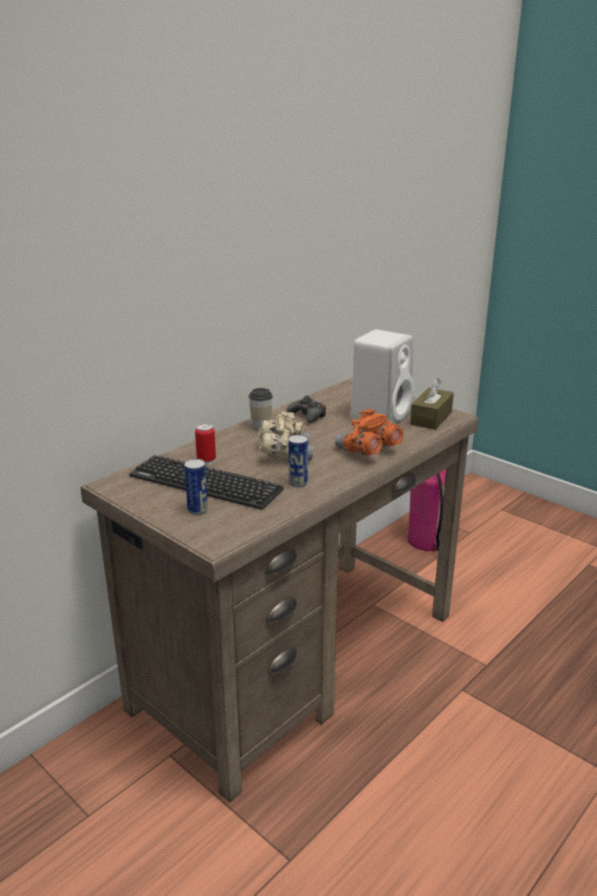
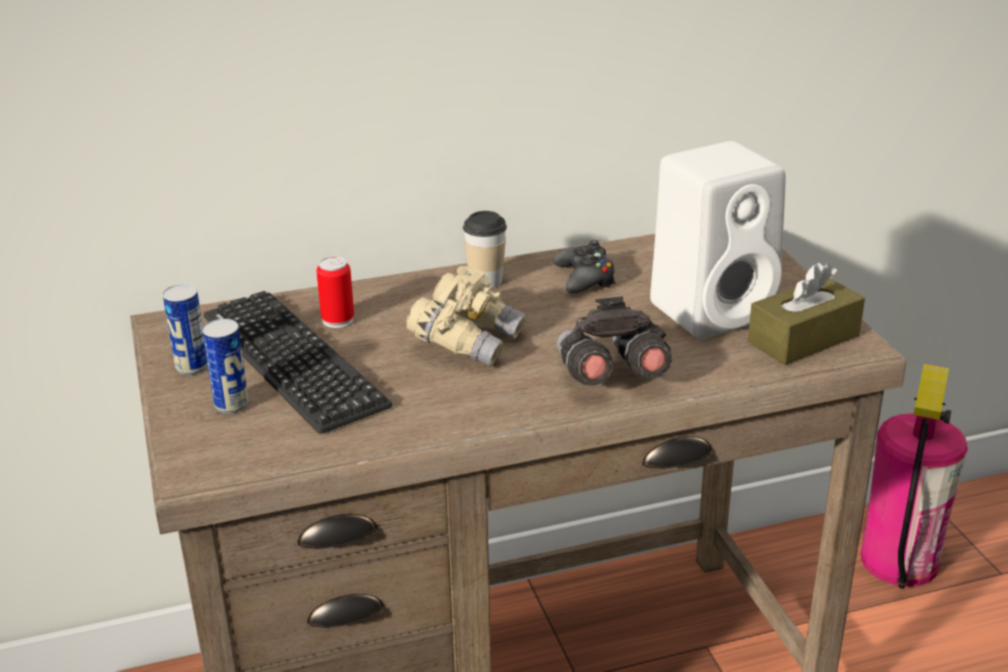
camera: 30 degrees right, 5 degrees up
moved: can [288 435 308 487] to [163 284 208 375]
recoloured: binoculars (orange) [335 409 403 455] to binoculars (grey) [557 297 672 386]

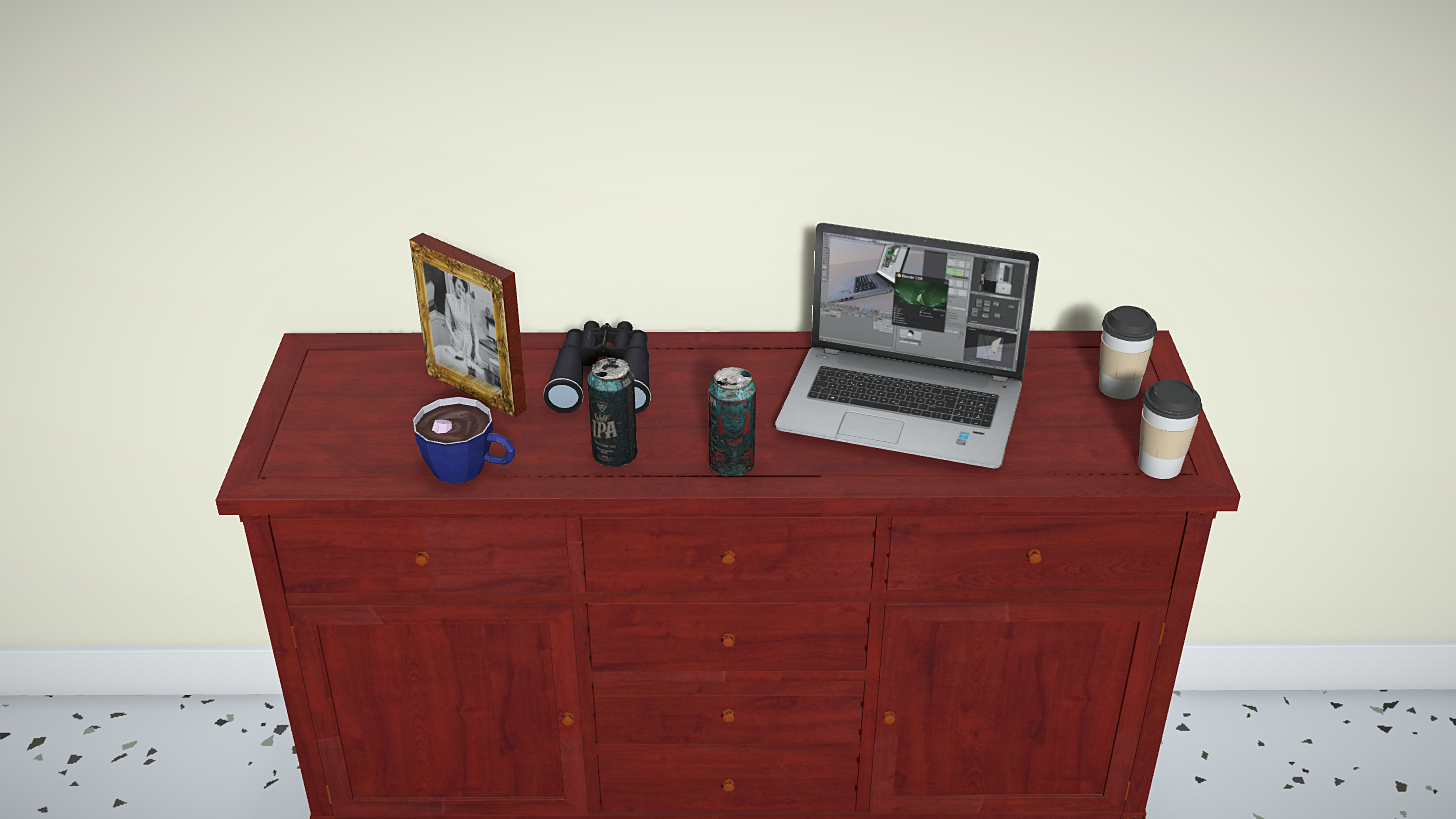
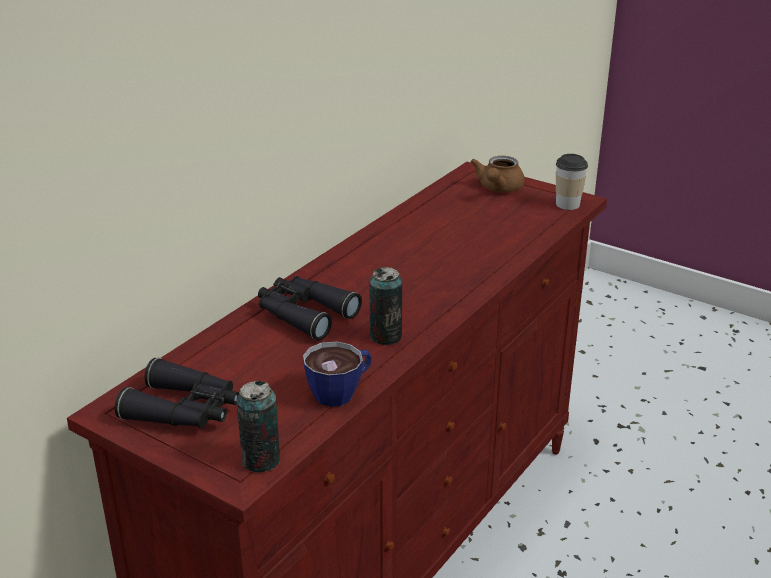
camera: 55 degrees left, 5 degrees down
removed: picture frame [409 233 527 417]; laptop [775 223 1039 469]
added: binoculars (black) [115 358 239 428]
moved: can [708 367 756 476] to [236 381 280 473]
replaced: cup [1099 306 1157 400] to teapot (brown) [470 156 525 192]

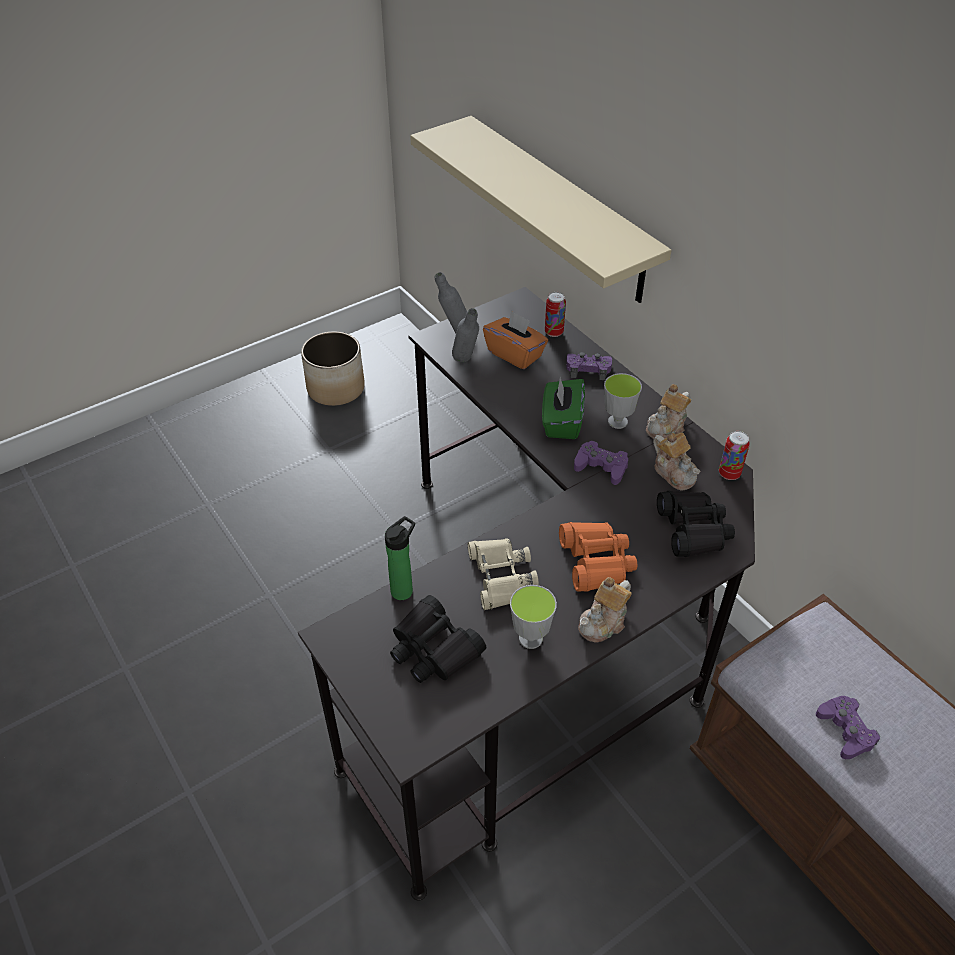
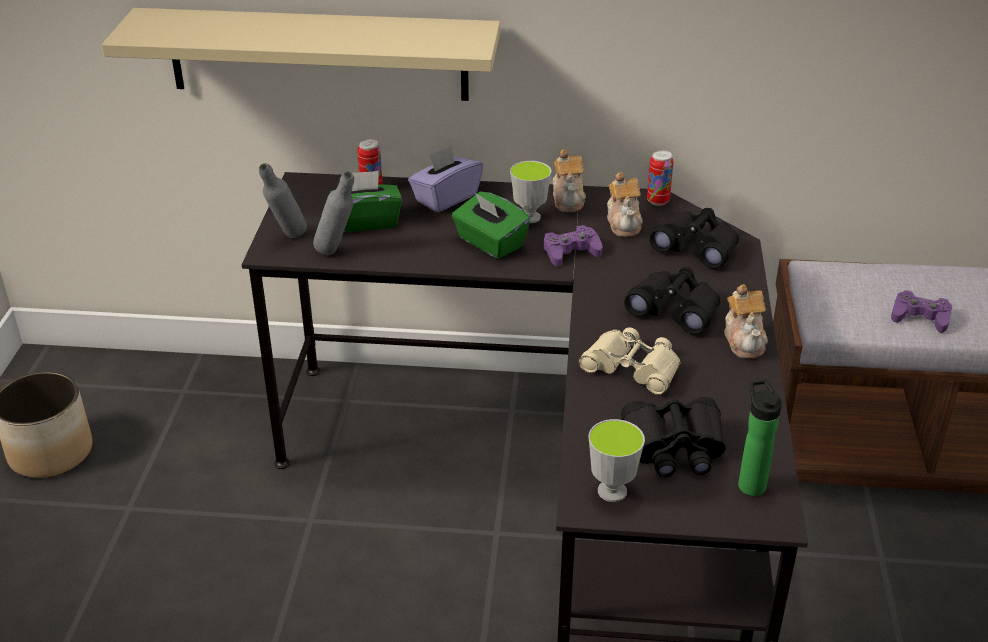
camera: 50 degrees left, 10 degrees down
moved: bottle [385 516 415 600] to [738 380 782 496]; cup [510 585 557 649] to [588 419 645 502]
replaced: game controller (purple) [566 352 612 380] to tissue box (purple) [408 145 483 212]
recoloured: tissue box (orange) [483 310 548 369] to tissue box (green) [330 171 402 232]; binoculars (orange) [559 522 637 592] to binoculars (black) [624 267 720 335]
turned: teapot [653 432 700 490] = [607 172 643 237] 75 degrees clockwise

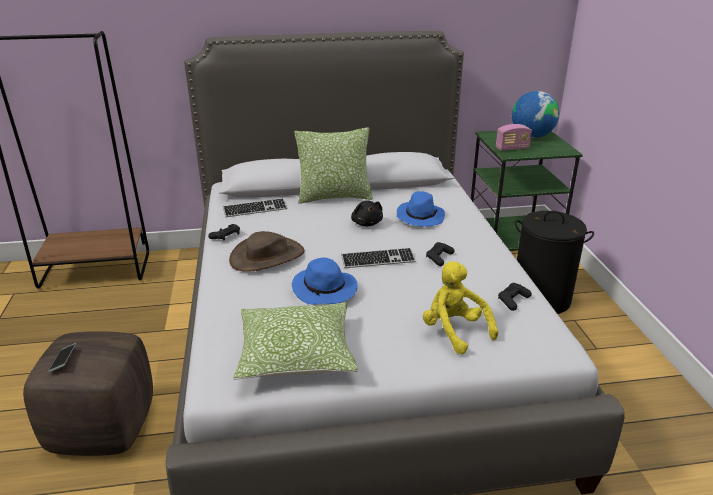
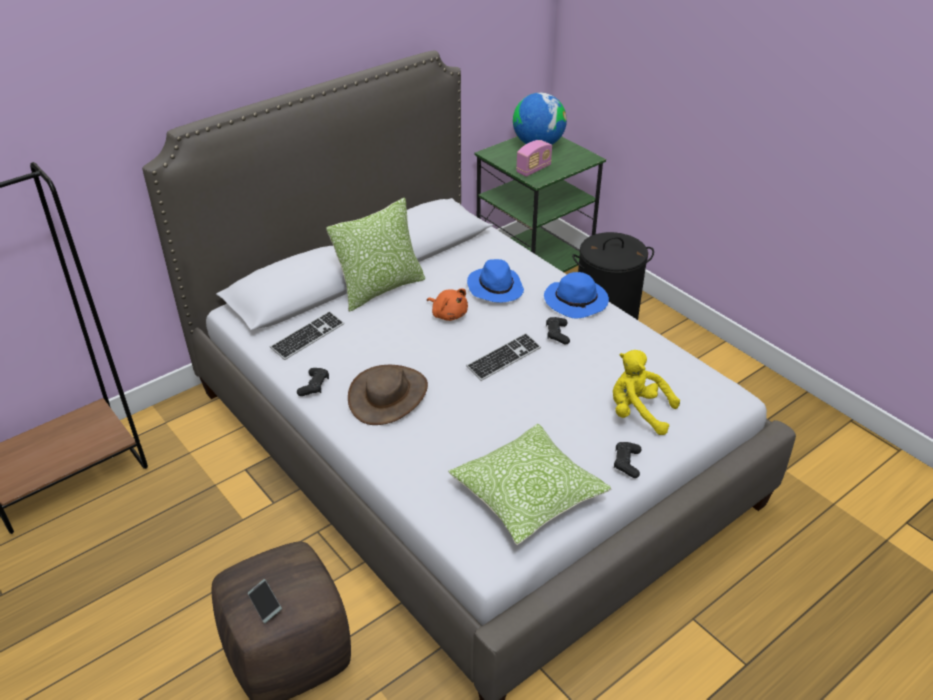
camera: 30 degrees left, 10 degrees up
moved: hat (blue) [292 257 358 304] to [544 272 609 318]; game controller (black) [498 283 532 311] to [614 442 642 478]
recoloured: plush toy (black) [351 200 383 226] to plush toy (orange) [427 289 468 321]

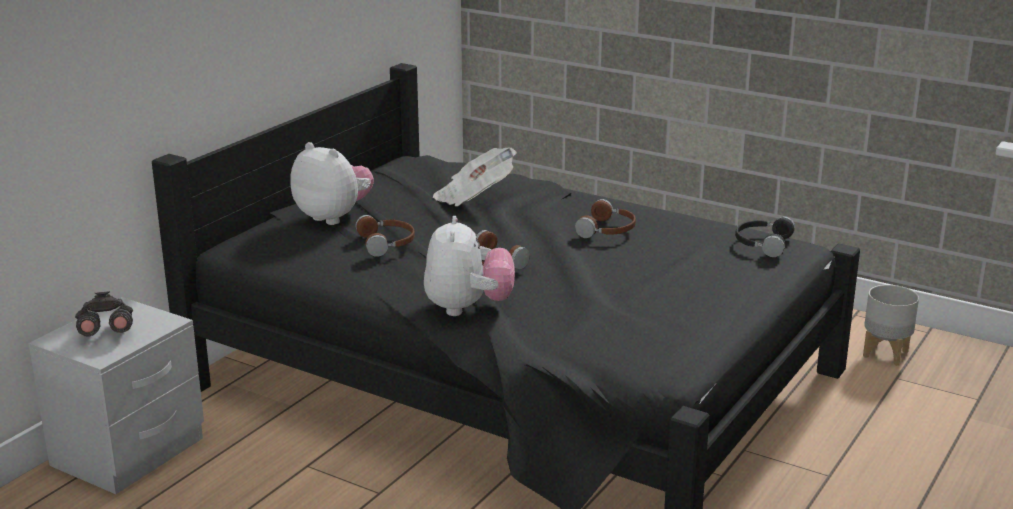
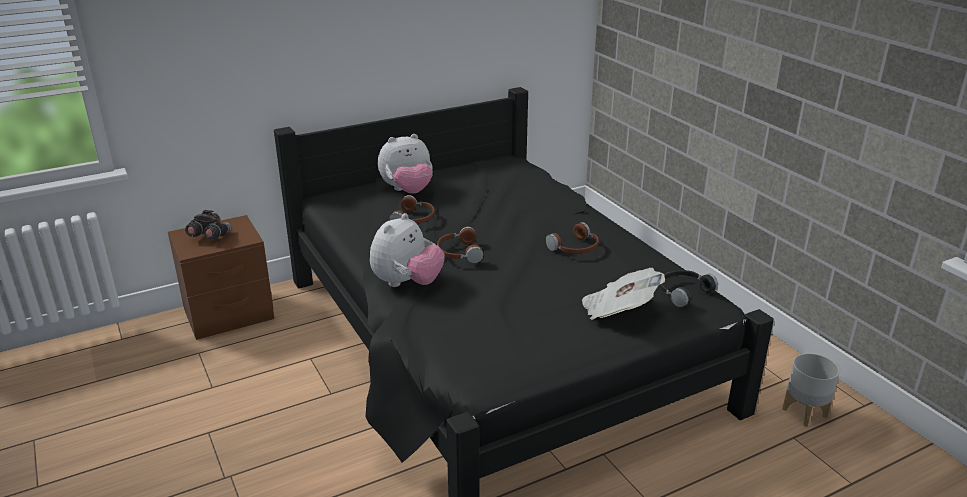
camera: 30 degrees right, 5 degrees up
moved: newspaper [433 148 517 206] to [582 268 665 320]
recoloured: nightstand (grey) [29 297 204 494] to nightstand (brown) [168 215 274 340]
turned: plush toy [291 142 374 225] = [378 134 433 194] 90 degrees clockwise

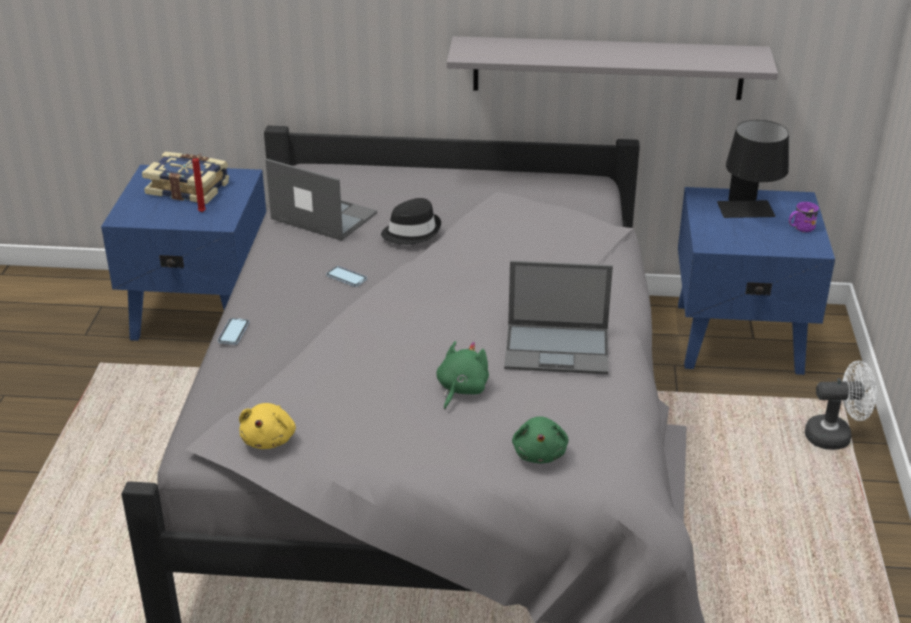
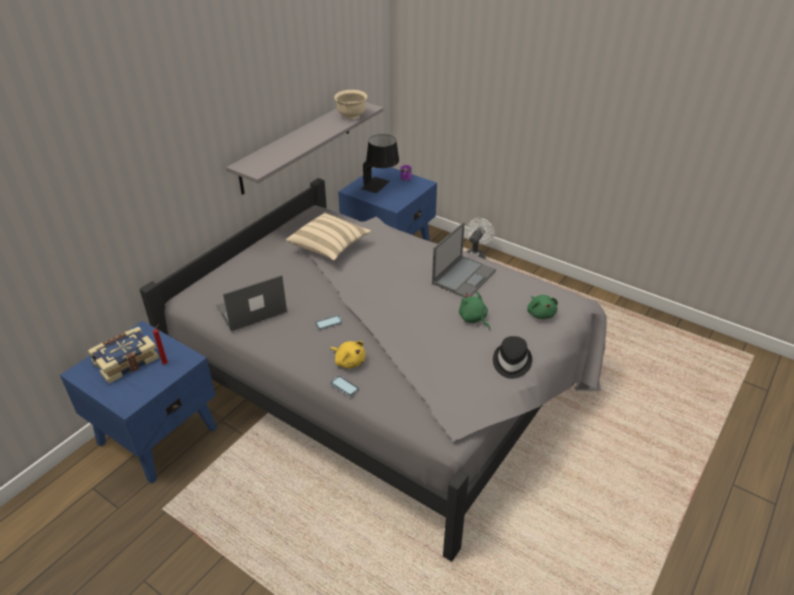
camera: 60 degrees left, 5 degrees up
added: pillow (beige) [286 213 371 261]; bowl (beige) [334 90 367 119]
moved: plush toy (yellow) [239 403 296 449] to [330 341 365 369]; hat (black) [381 198 441 245] to [493 336 532 379]
turned: plush toy (green) [512 416 569 464] = [527 295 558 319] 45 degrees clockwise

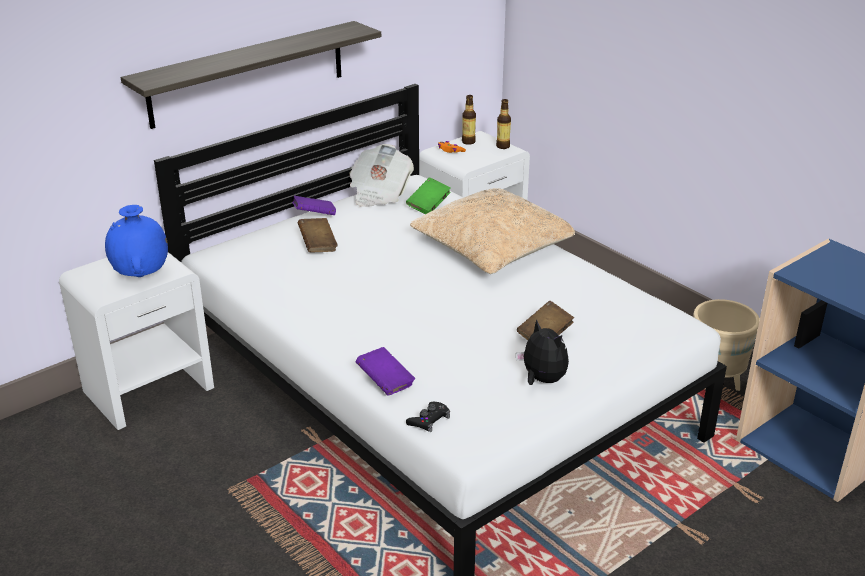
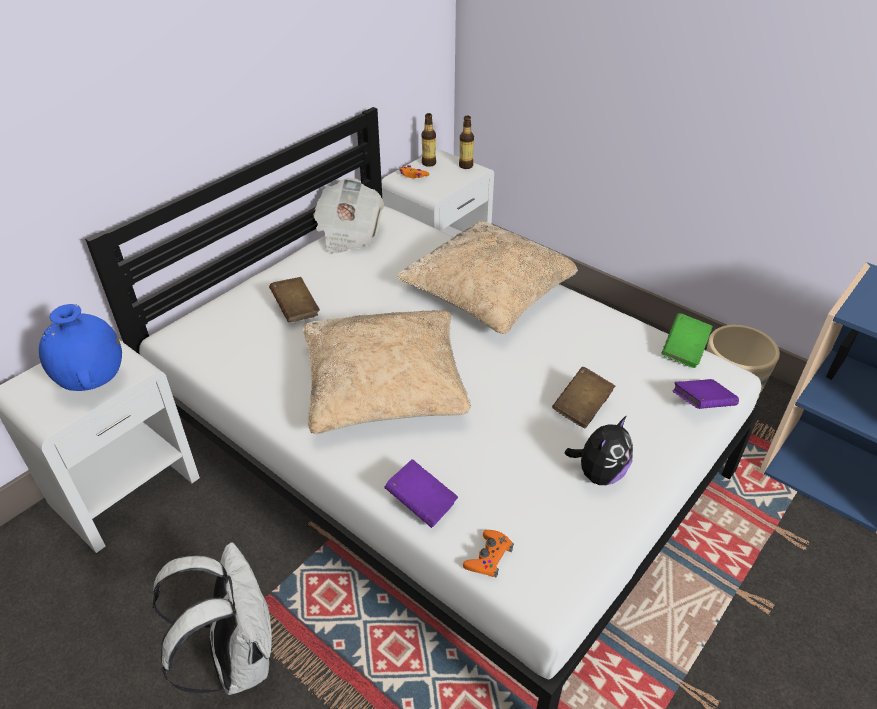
camera: 10 degrees left, 10 degrees up
removed: shelf [121 21 381 129]
added: backpack (white) [152 543 272 695]; pillow (beige) [303 310 471 434]
moved: book (purple) [292 196 336 215] to [672 379 739 409]; book (green) [406 178 451 214] to [661 313 713 368]
recoloured: game controller (black) [406 402 450 432] to game controller (orange) [463 530 514 577]
turned: plush toy [516 319 569 385] = [564 416 633 485] 90 degrees clockwise

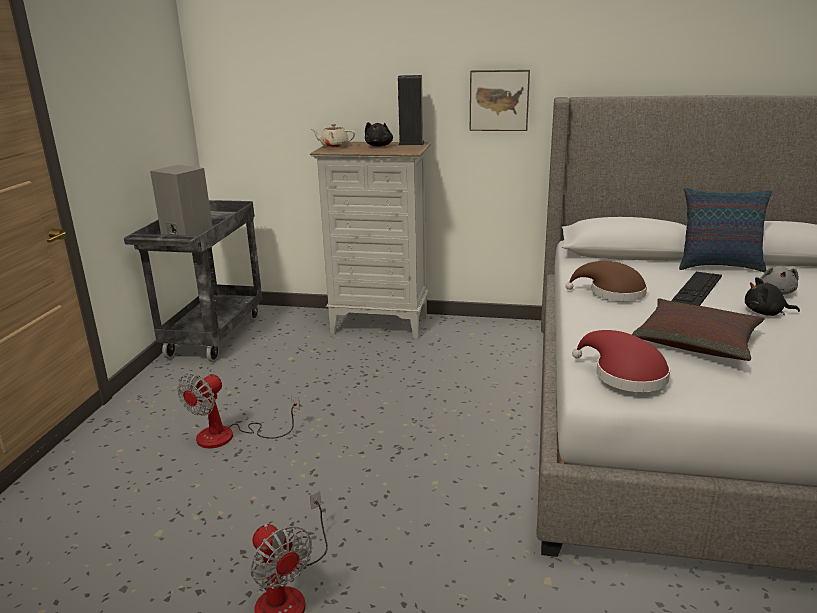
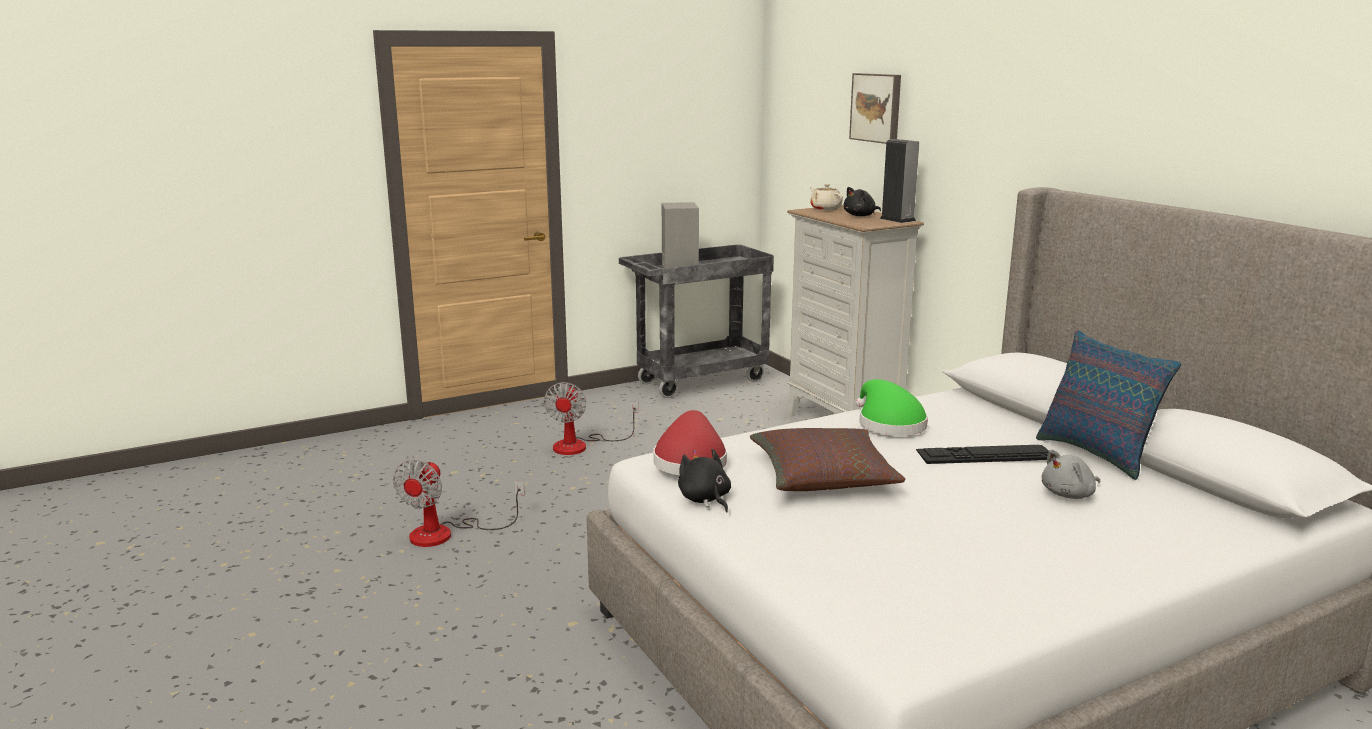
camera: 50 degrees right, 5 degrees down
moved: picture [470 70 530 131] to [849 73 901 144]; plush toy (black) [745 277 800 316] to [678 449 731 512]
recoloured: hat (brown) [565 261 647 301] to hat (green) [856 379 928 436]
turned: fan [177 373 300 448] = [544 382 639 455] 75 degrees counterclockwise

